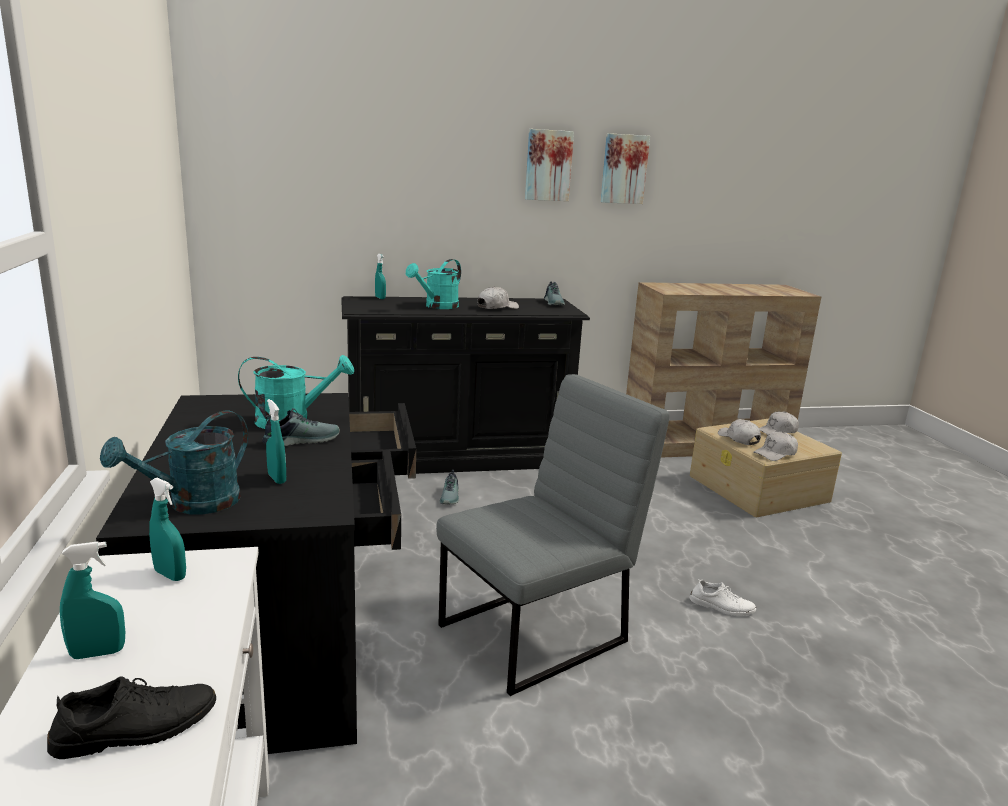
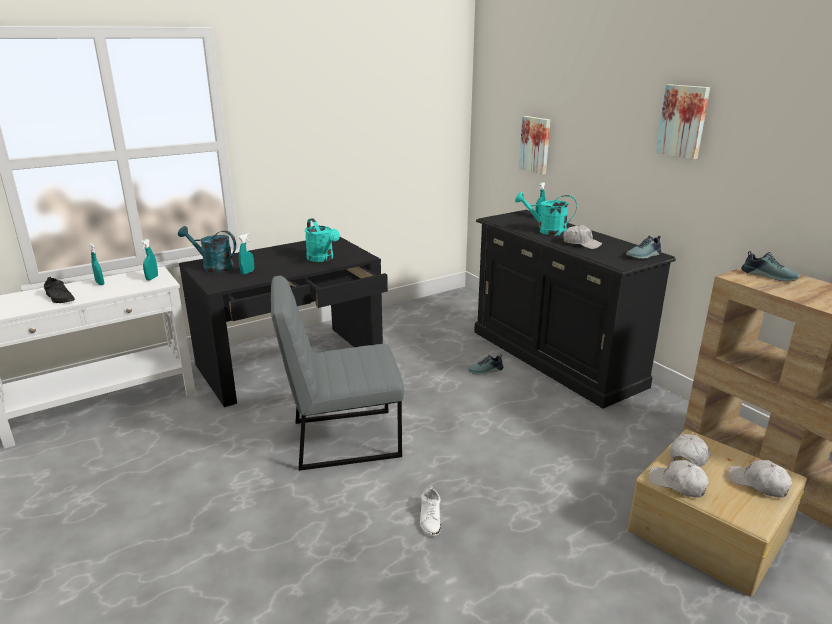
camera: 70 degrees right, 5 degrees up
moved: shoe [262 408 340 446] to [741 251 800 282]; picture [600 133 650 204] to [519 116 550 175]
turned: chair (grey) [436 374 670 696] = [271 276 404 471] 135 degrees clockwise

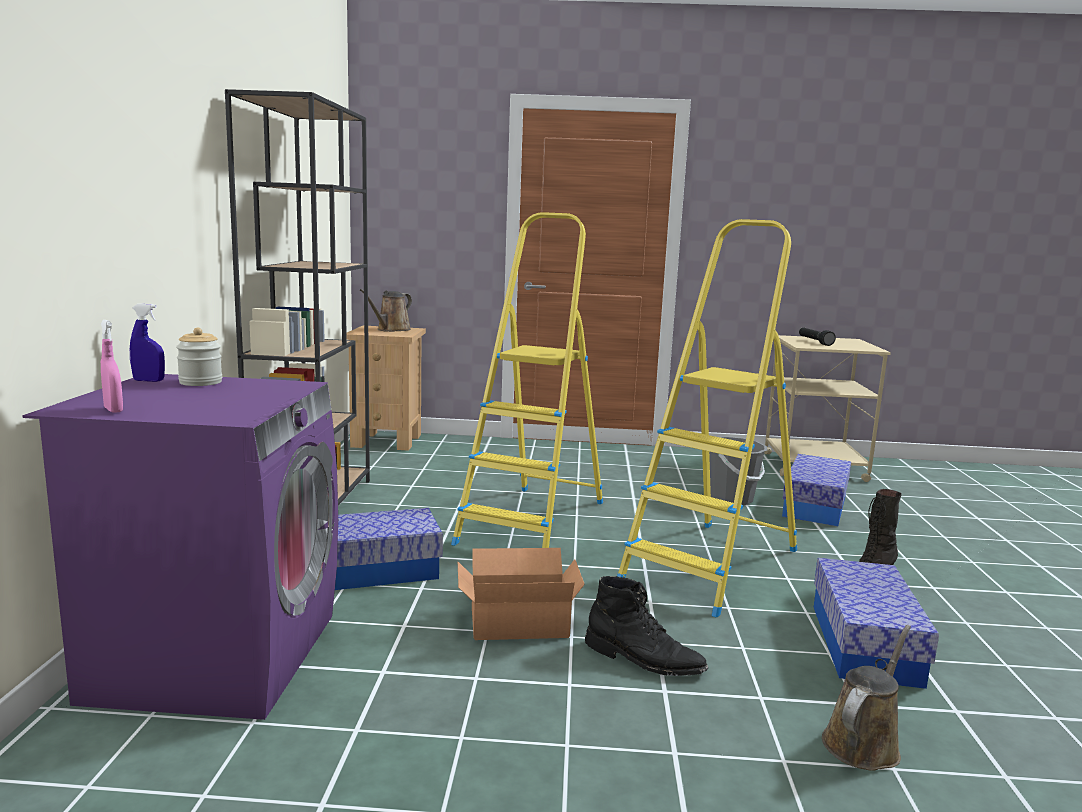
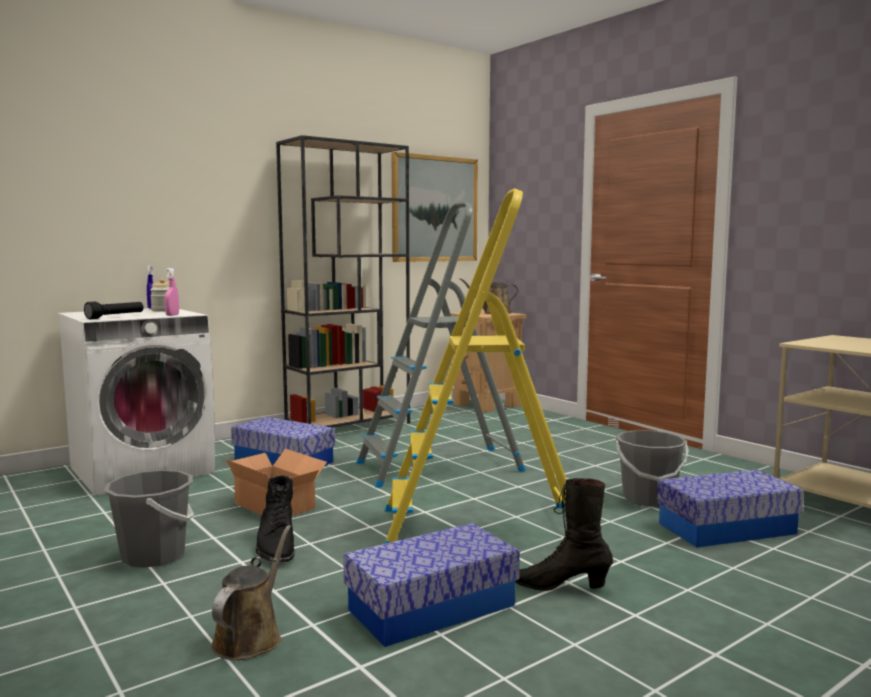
camera: 50 degrees right, 5 degrees down
added: bucket (grey) [104 470 194 568]; picture [392 152 478 262]
moved: spray bottle (pink) [101 320 123 413] to [165 268 179 316]; flashlight (black) [799 327 836 346] to [84 301 144 319]
recoloured: washing machine (purple) [22 374 338 720] to washing machine (white) [58 308 215 496]; step ladder (yellow) [451 212 603 548] to step ladder (grey) [356 202 526 488]
turned: watering can (brown) [822 625 911 771] = [211 525 291 660] 75 degrees counterclockwise

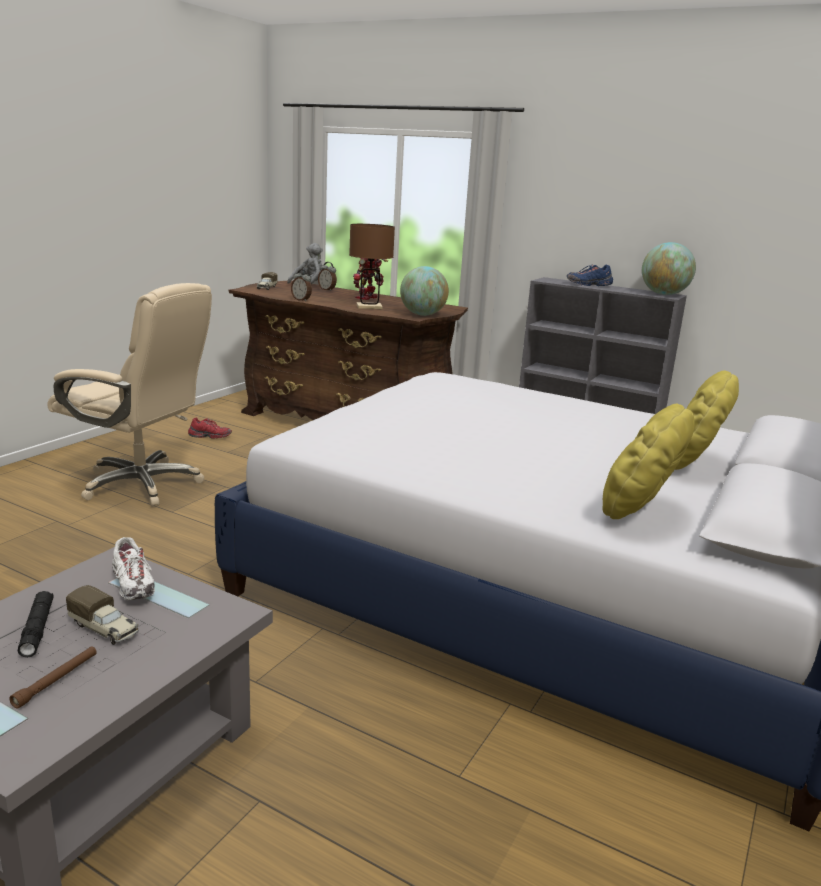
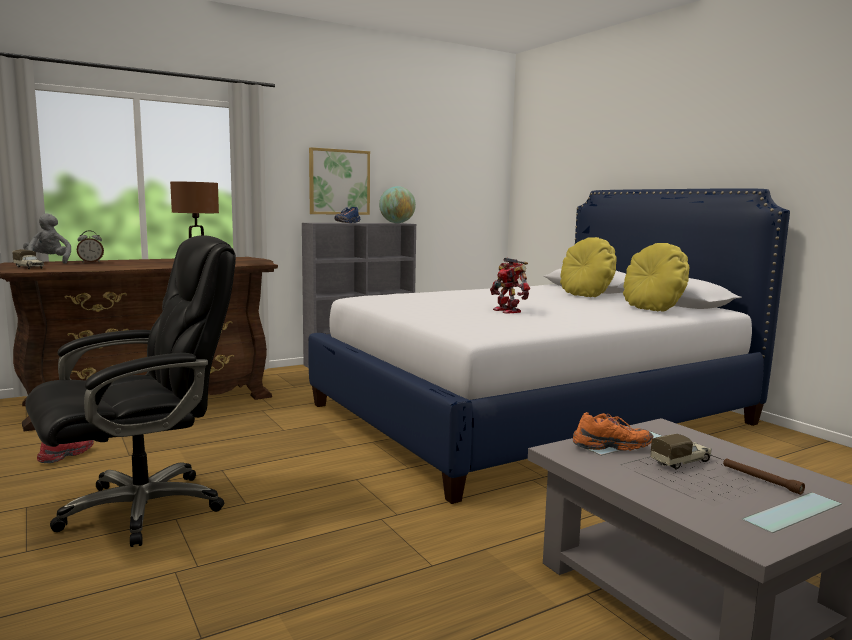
camera: 60 degrees left, 10 degrees down
removed: flashlight (black) [17 591 54 658]; alarm clock [291 270 312 302]; globe [400 266 449 316]
added: picture [309 147 370 215]
moved: toy robot [353 258 388 300] to [490 258 530 314]
recoloured: office chair (beige) [47 283 212 507] to office chair (black) [25 235 236 547]; shoe (white) [112 537 155 600] to shoe (orange) [573 412 654 451]

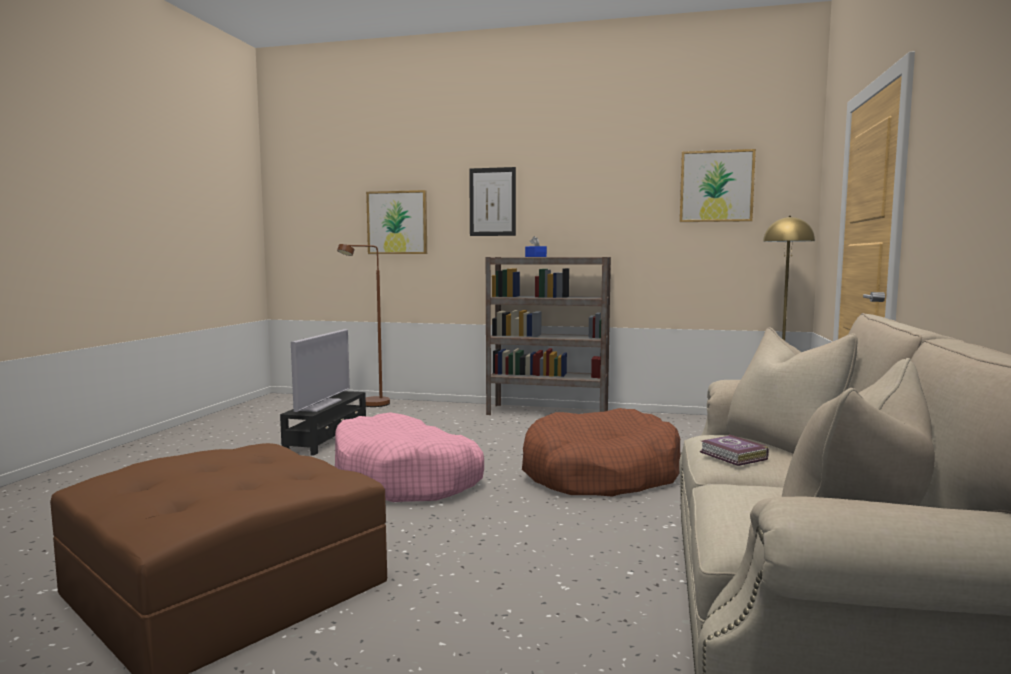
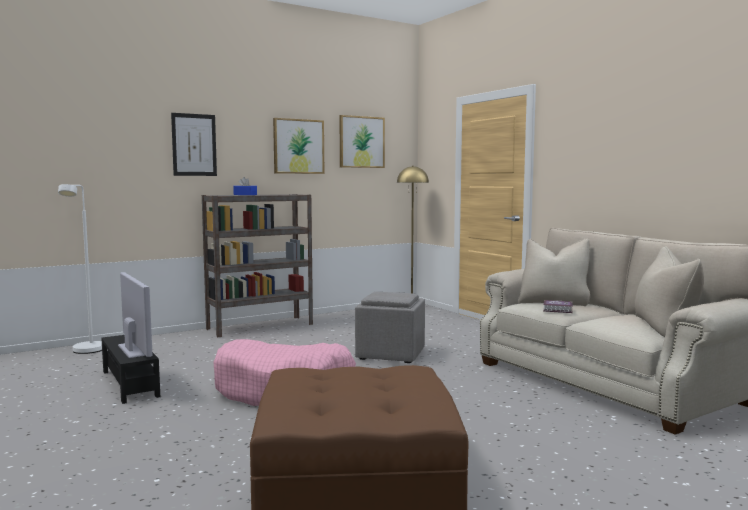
camera: 45 degrees left, 0 degrees up
moved: picture [366 190 427 254] to [273 118 324 174]
replaced: dog bed (brown) [522 408 681 497] to ottoman (grey) [355 292 425 363]
recoloured: floor lamp (brown) [337 244 390 407] to floor lamp (white) [58 184 102 354]

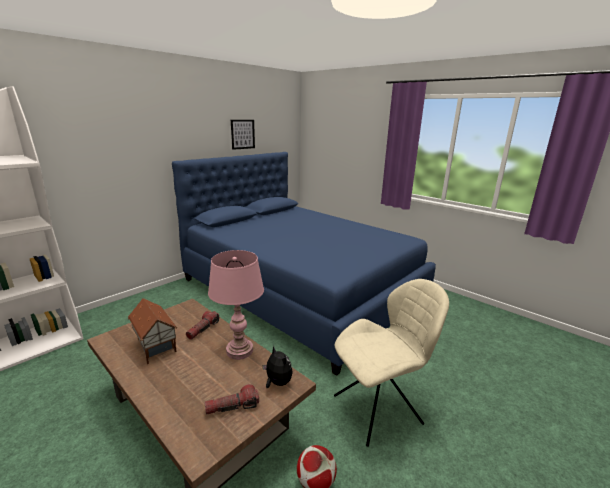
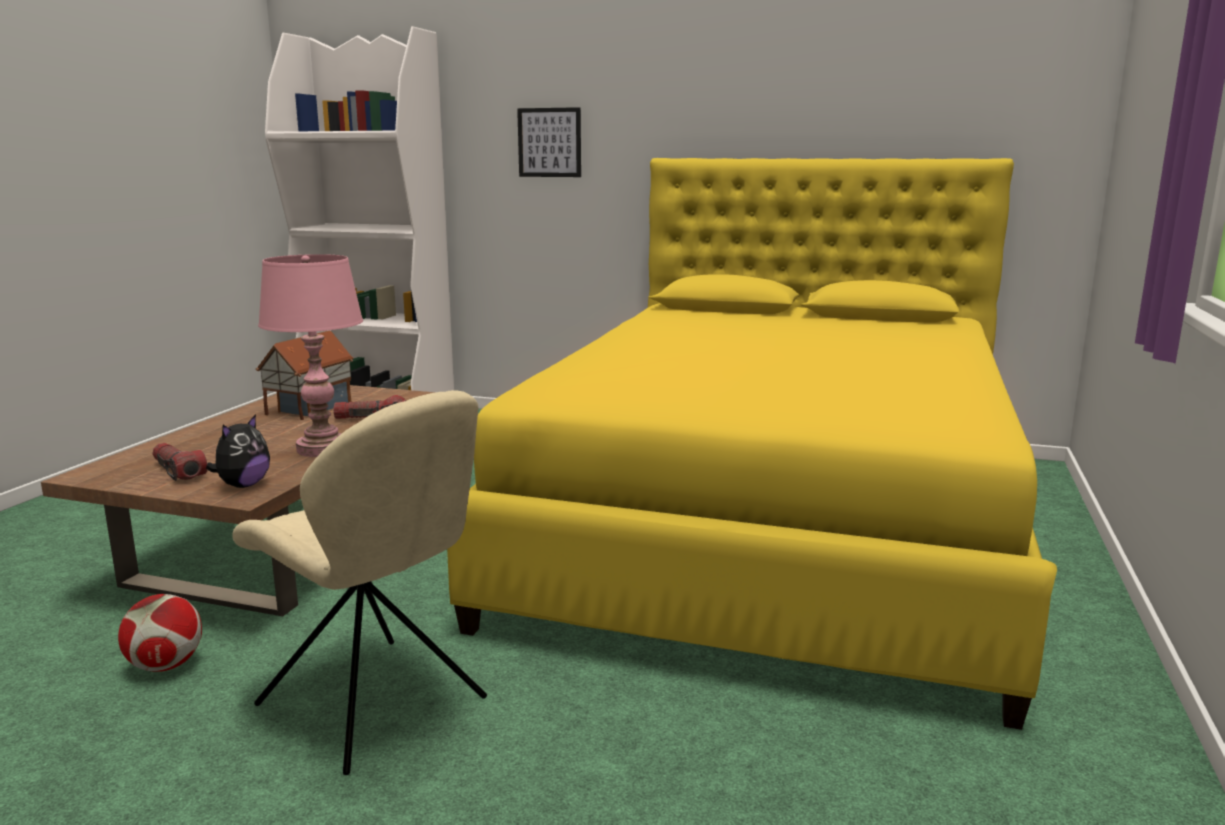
camera: 65 degrees right, 5 degrees down
moved: picture [231 120 255 150] to [517 107 581 177]
recoloured: bed (blue) [172 152 436 376] to bed (yellow) [447 158 1057 730]

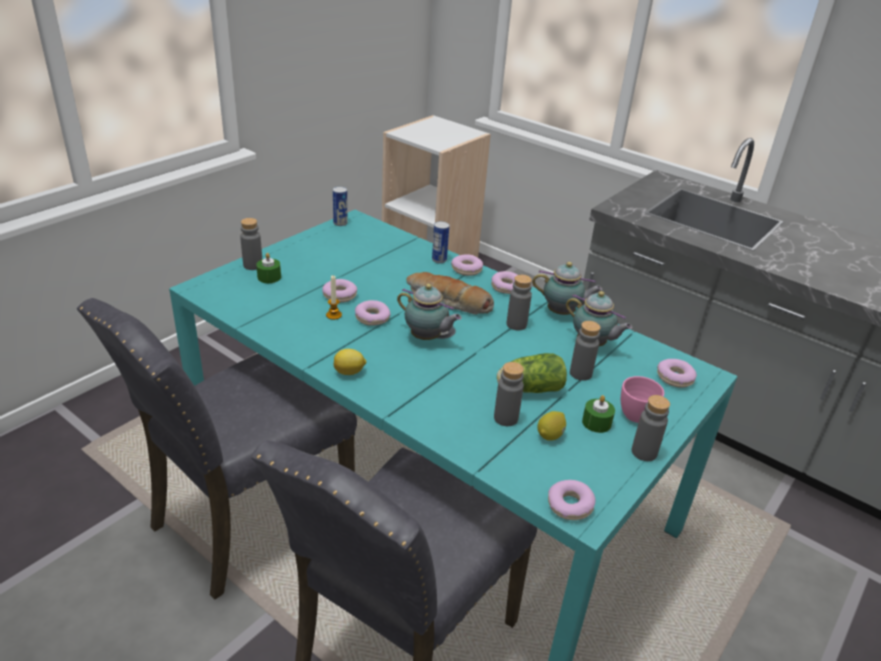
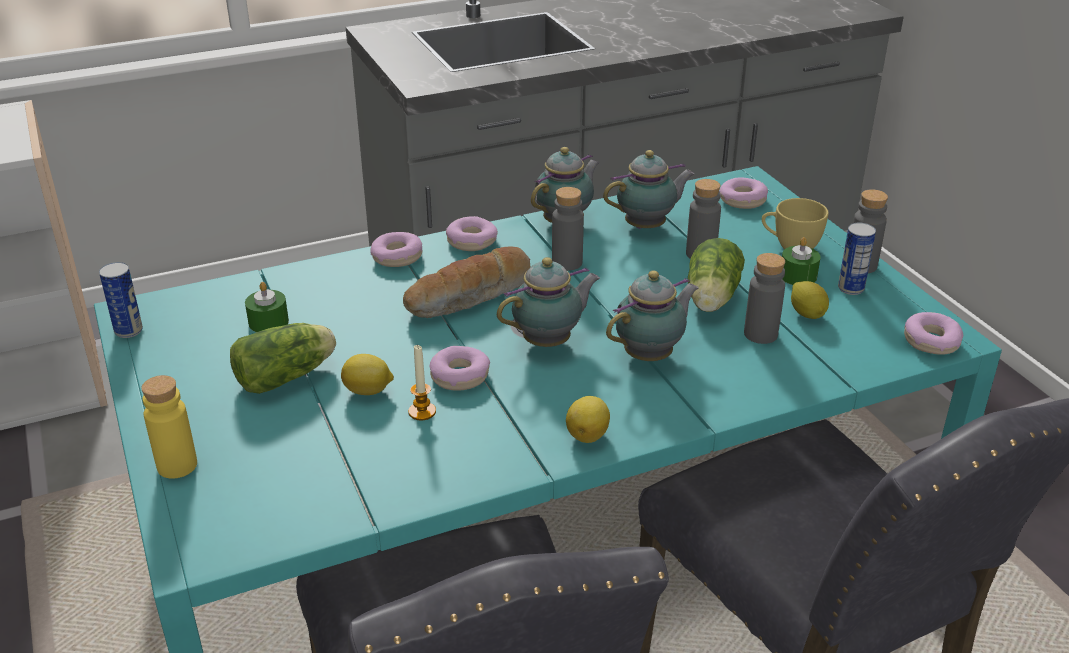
camera: 60 degrees left, 0 degrees up
added: lettuce [230 323 336 394]; teapot [606 270 699 361]
moved: candle (green) [256 253 281 283] to [245 282 289 332]; can [432 221 449 263] to [838 223 876 295]
replaced: donut [322 279 357 303] to lemon [341 354 394 395]
recoloured: bottle (grey) [240 218 262 270] to bottle (yellow) [141 375 197 479]; cup (pink) [621 376 664 423] to cup (yellow) [762 198 829 249]

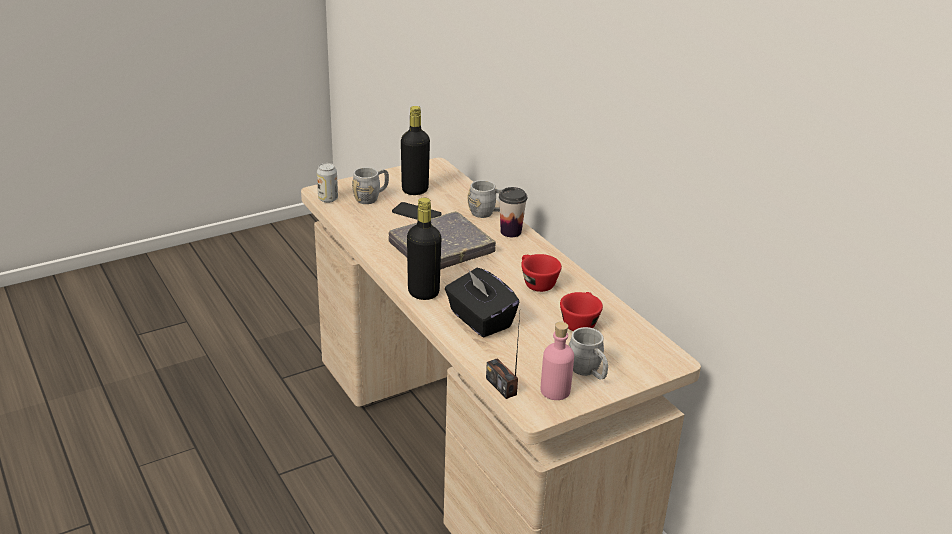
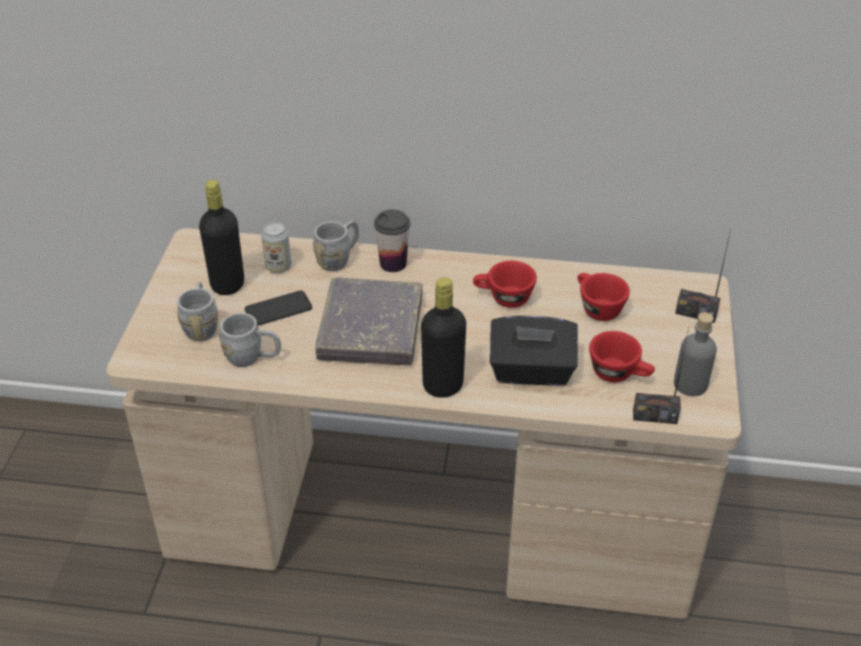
camera: 50 degrees left, 10 degrees up
added: cup (red) [589 331 655 382]; radio [675 230 731 323]
moved: can [317 163 338 203] to [261 222 291 273]; mug (grey) [568 327 608 379] to [219 313 281 367]
recoloured: bottle (pink) [541 322 574 400] to bottle (grey) [674 312 717 396]

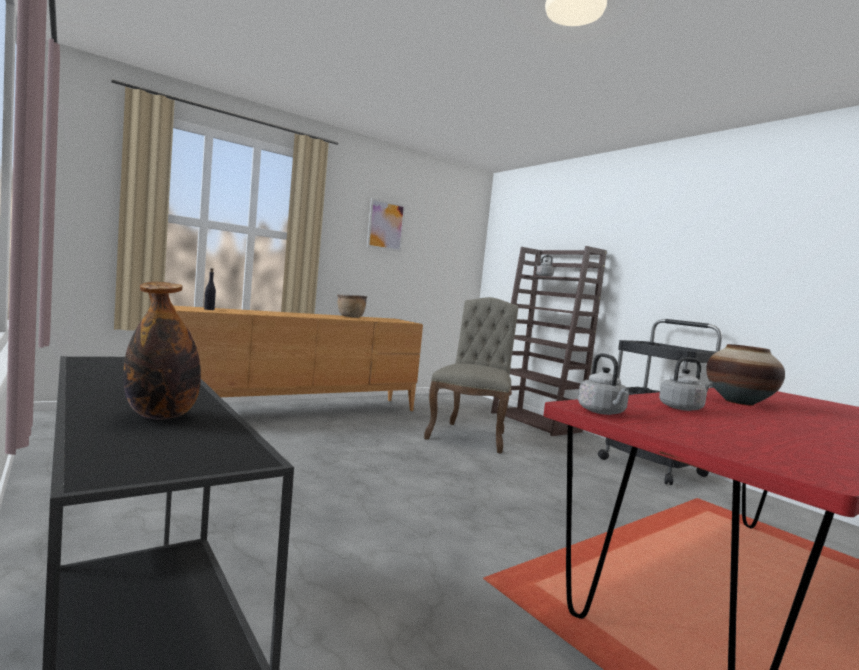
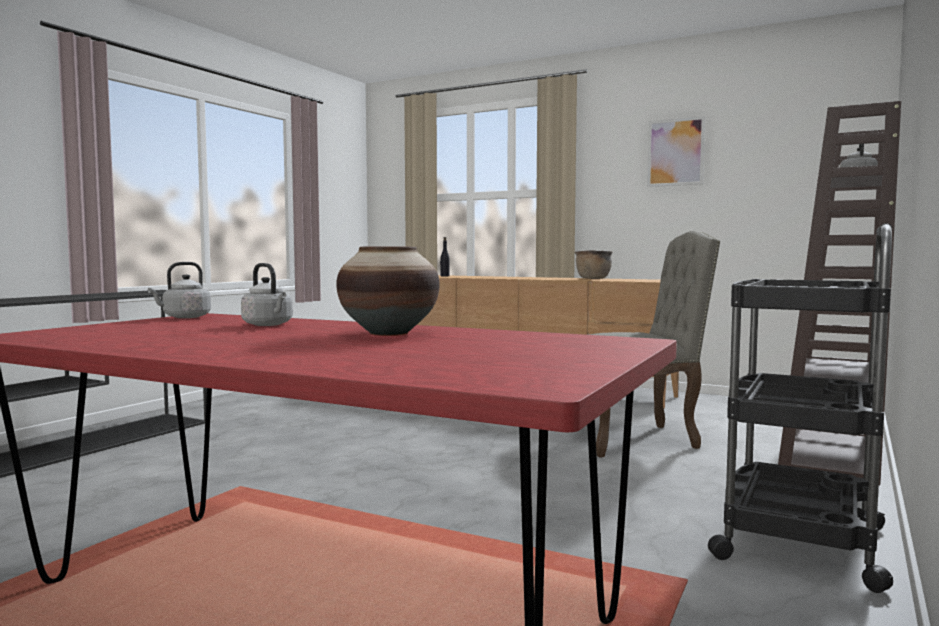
camera: 65 degrees right, 0 degrees up
removed: bottle [123 282 201 420]

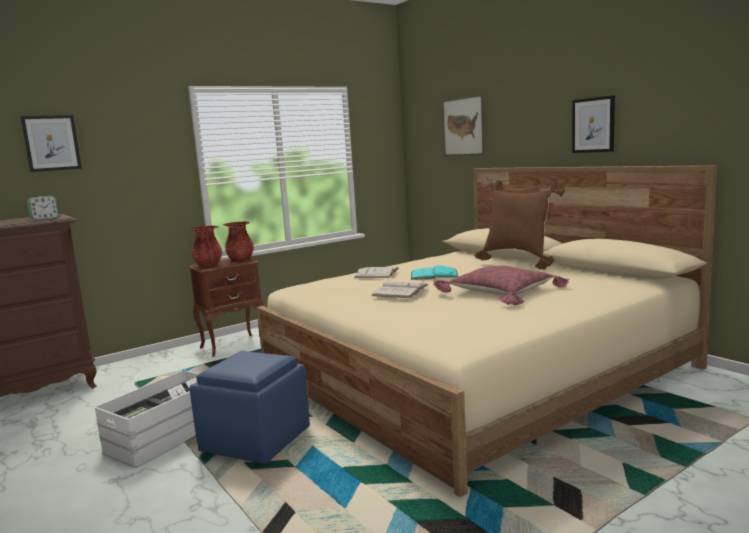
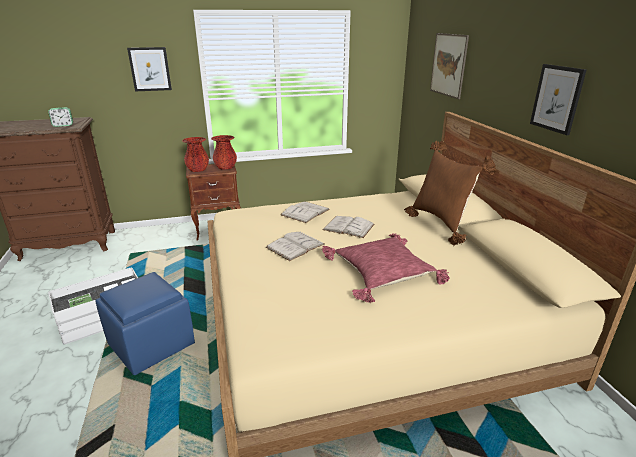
camera: 20 degrees right, 15 degrees up
moved: picture [20 115 82 172] to [127 47 172 91]
recoloured: book (turquoise) [411 265 458 280] to book (white) [322 216 374 238]

